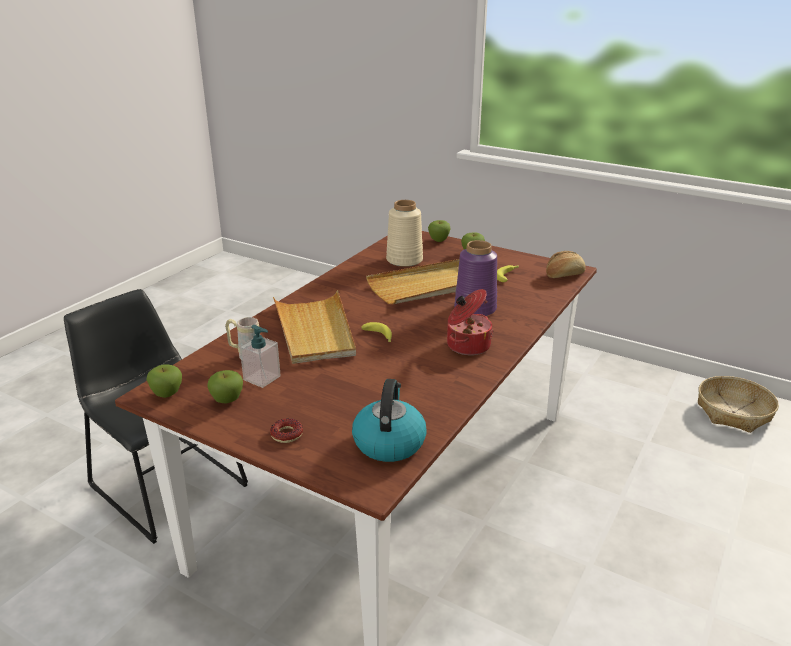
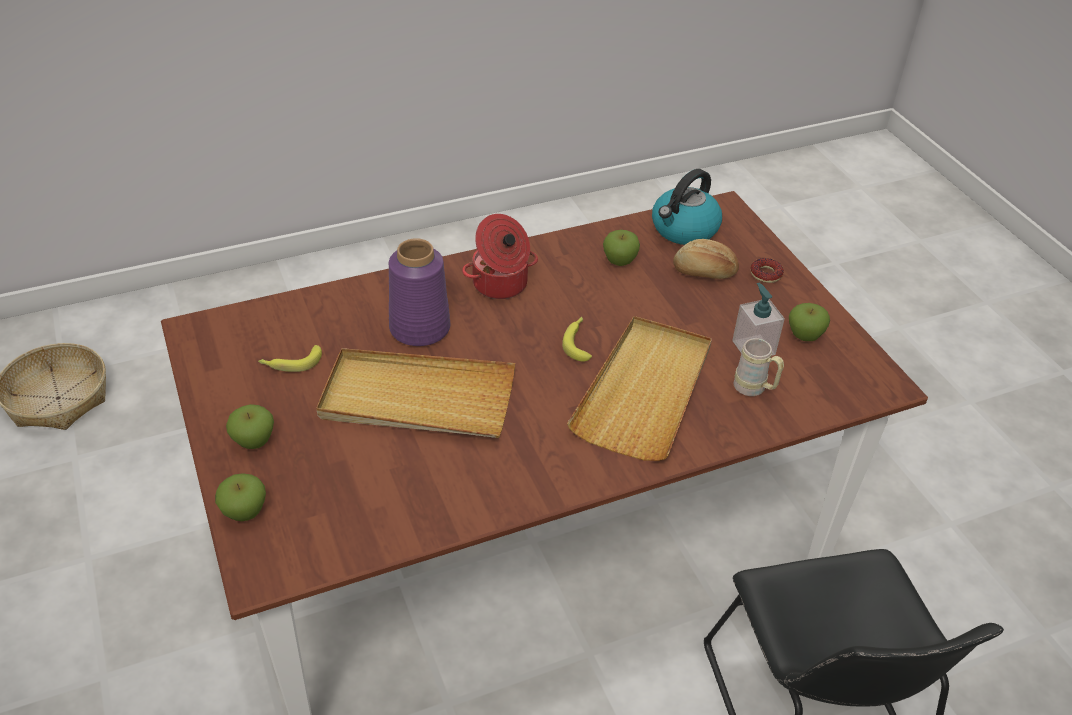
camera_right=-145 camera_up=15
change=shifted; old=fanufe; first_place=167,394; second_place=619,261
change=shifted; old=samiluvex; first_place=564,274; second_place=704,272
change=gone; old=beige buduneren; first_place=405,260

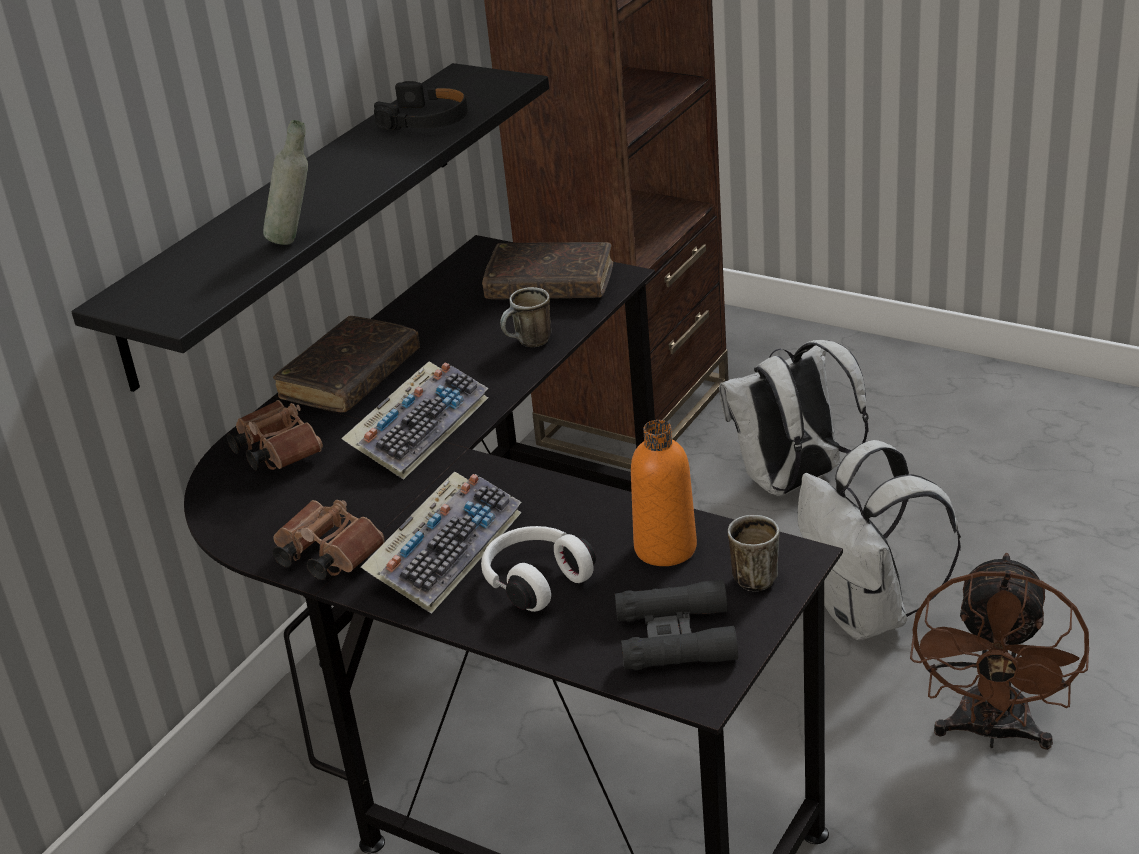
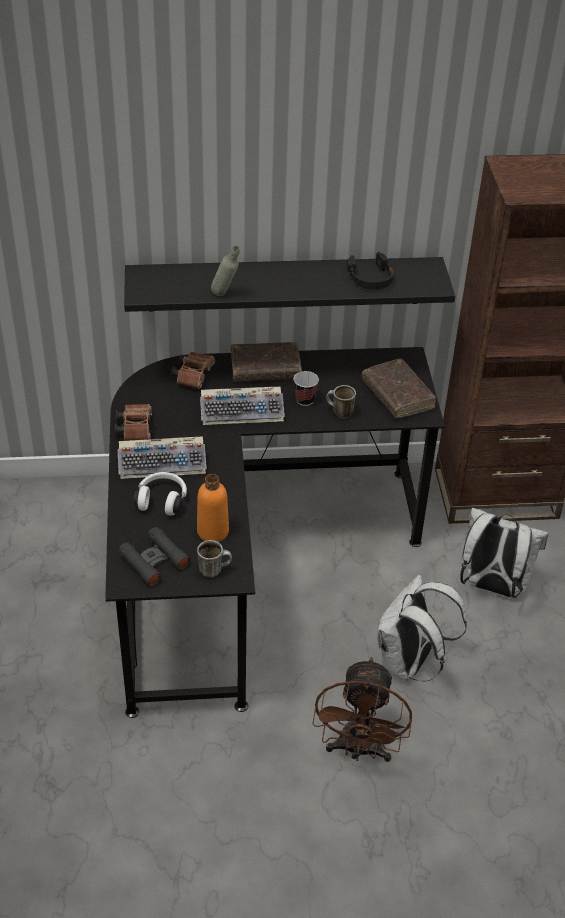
camera_right=50 camera_up=10
change=new; new=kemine; second_place=305,400
change=rotated; old=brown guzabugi; first_place=992,733; second_place=358,750; degrees=-60

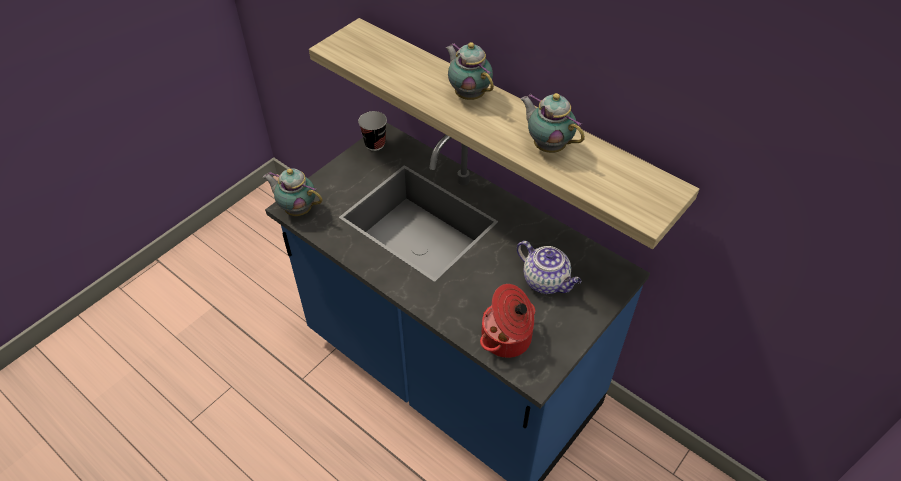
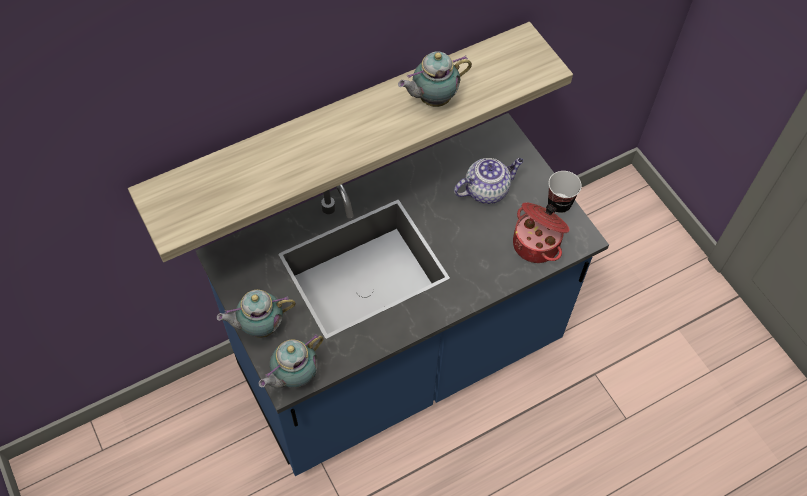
camera_right=-70 camera_up=10
change=shifted; old=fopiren; first_place=468,94; second_place=259,326
change=shifted; old=kemine; first_place=375,144; second_place=559,204

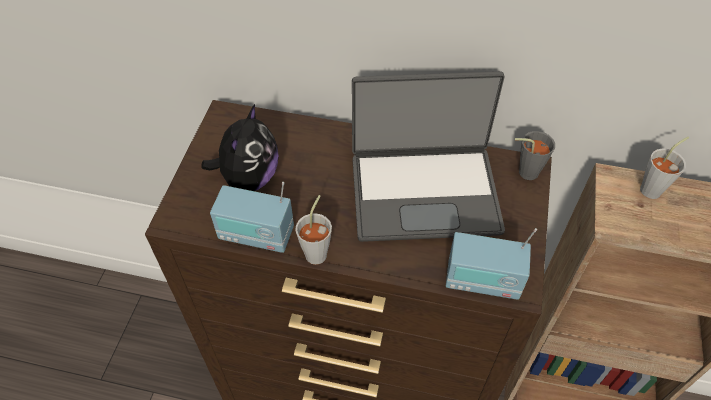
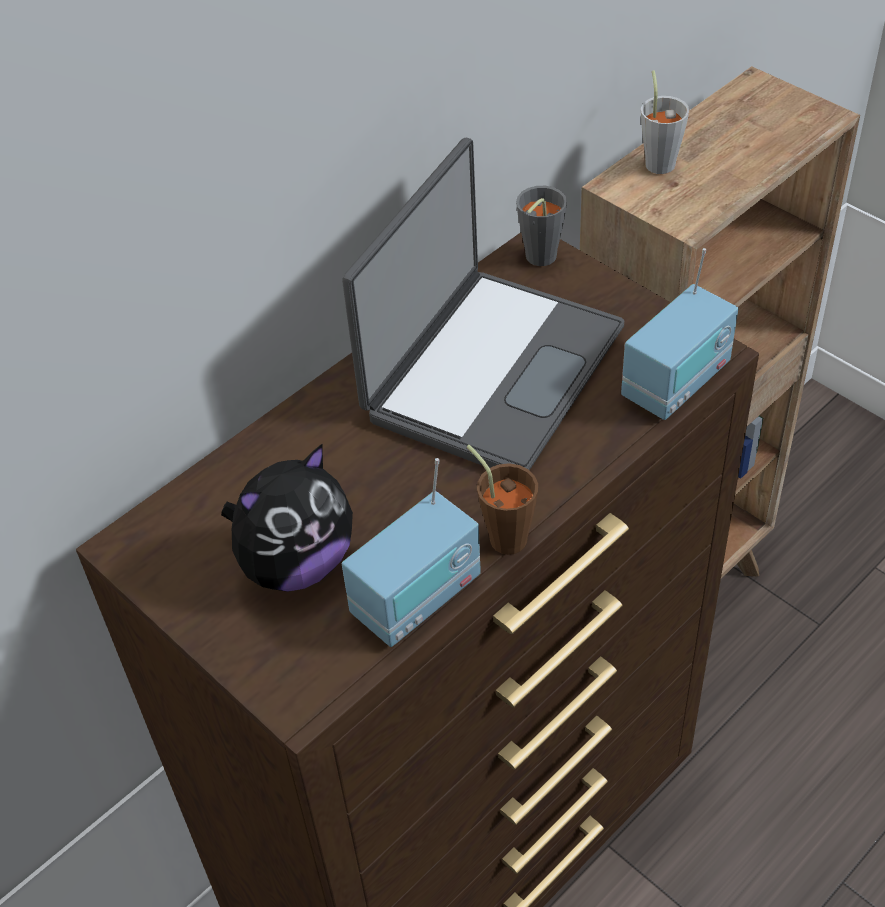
camera_right=-55 camera_up=-5
change=rotated; old=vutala; first_place=249,178; second_place=296,564; degrees=90
change=repainted; old=grey kemine; new=brown kemine; first_place=318,251; second_place=503,534

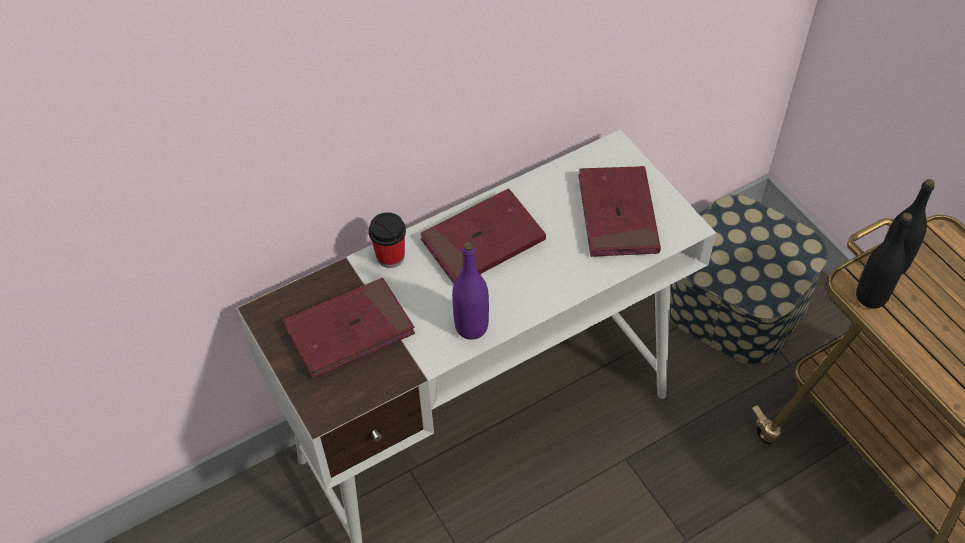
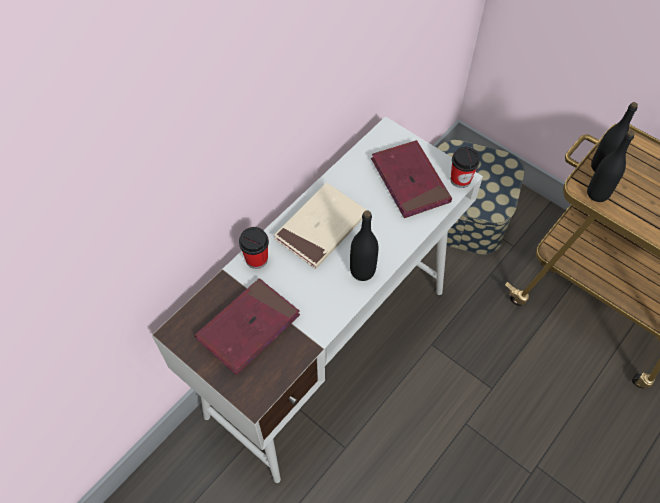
camera_right=-20 camera_up=5
change=repainted; old=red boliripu; new=beige boliripu; first_place=483,241; second_place=321,228
change=new; new=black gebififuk; second_place=362,271
change=new; new=kemine; second_place=460,179
change=gone; old=purple gebififuk; first_place=471,327

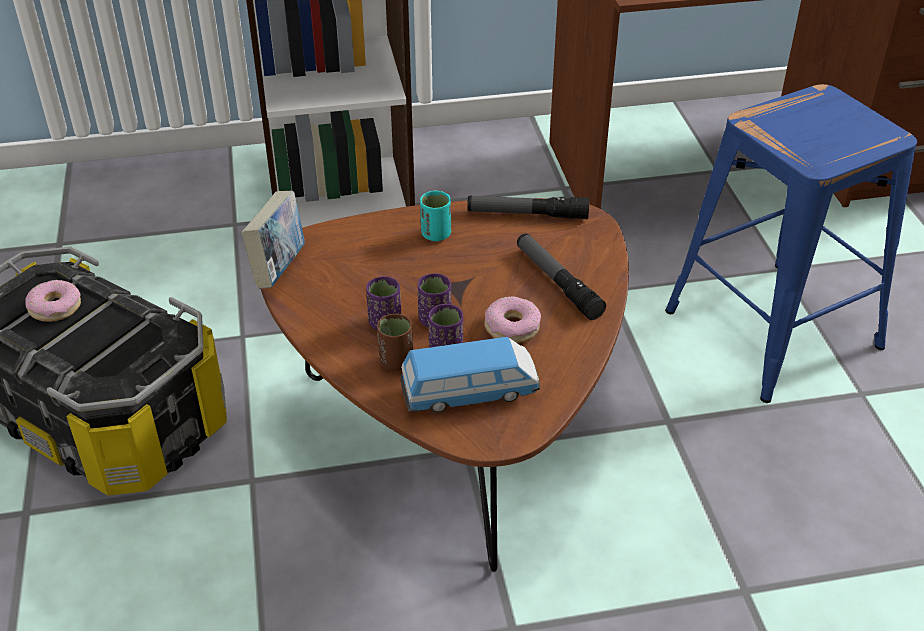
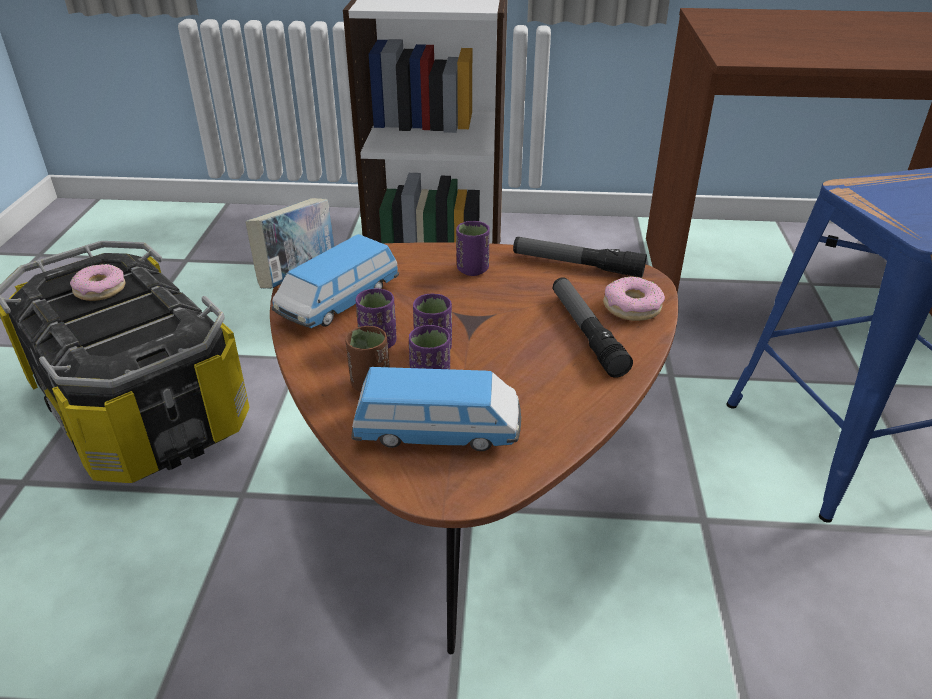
camera_right=15 camera_up=-5
change=new; new=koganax; second_place=338,302
change=repainted; old=turquoise kemine; new=purple kemine; first_place=436,234; second_place=472,270
change=shifted; old=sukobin; first_place=511,327; second_place=631,307

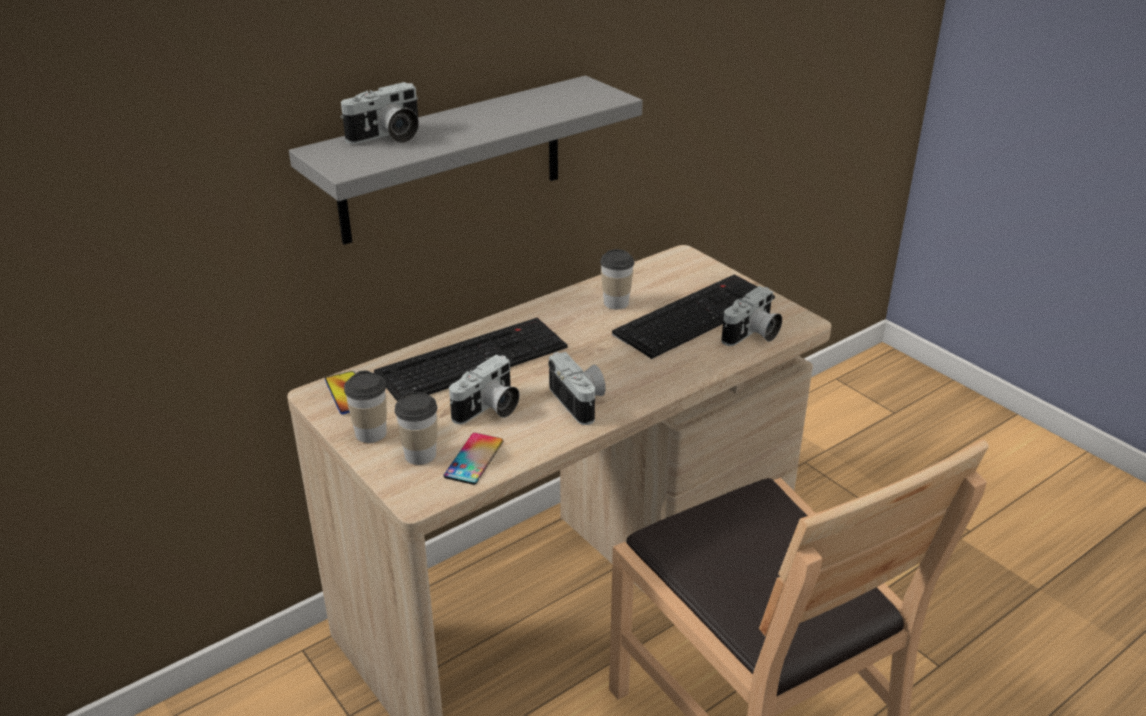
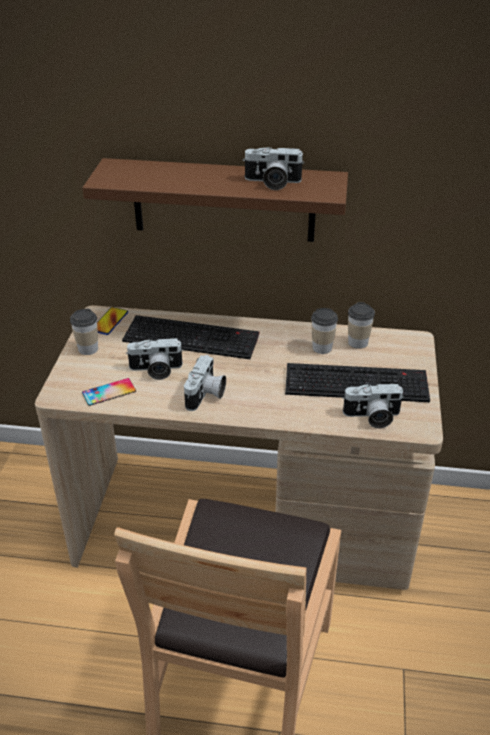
camera_right=45 camera_up=5
change=repainted; old=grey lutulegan; new=brown lutulegan; first_place=452,160; second_place=223,200
change=shifted; old=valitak; first_place=388,137; second_place=272,183
change=shifted; old=kemine; first_place=420,455; second_place=358,342

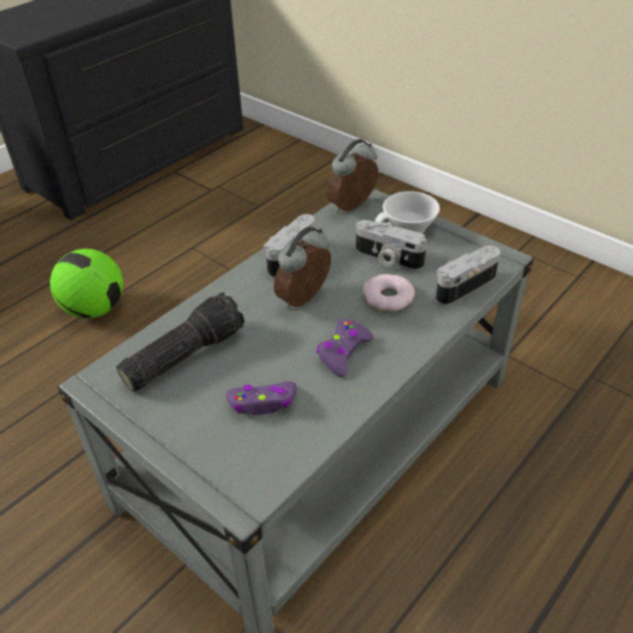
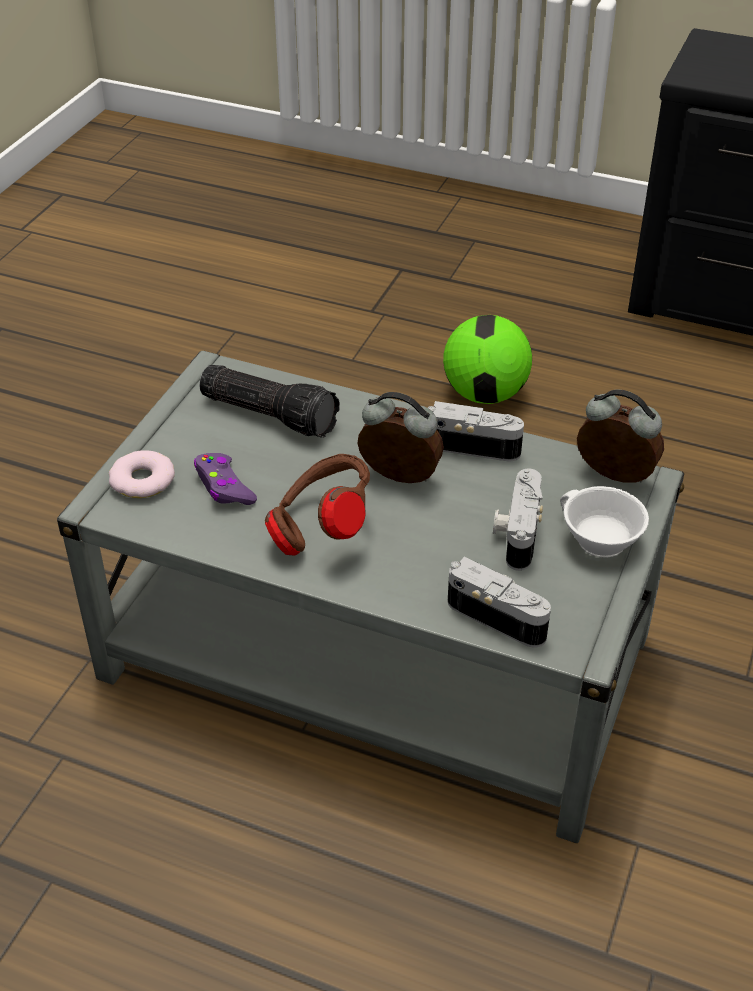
camera_right=70 camera_up=0
change=shifted; old=sukobin; first_place=388,297; second_place=142,480
change=swapped; old=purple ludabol; new=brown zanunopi; first_place=343,352; second_place=322,529

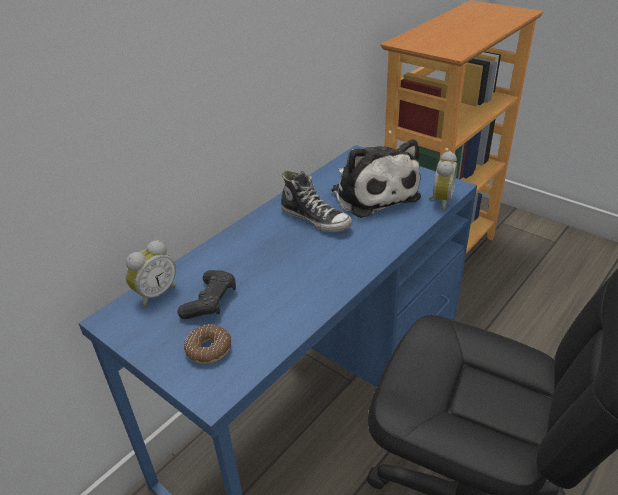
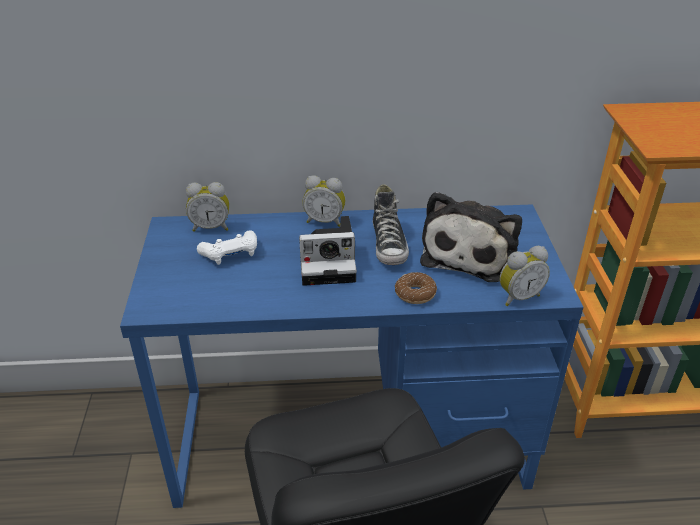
camera_right=45 camera_up=0
change=repainted; old=black ludabol; new=white ludabol; first_place=210,301; second_place=230,254
change=new; new=valitak; second_place=330,262
change=new; new=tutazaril; second_place=325,221
change=shifted; old=sukobin; first_place=209,349; second_place=415,293

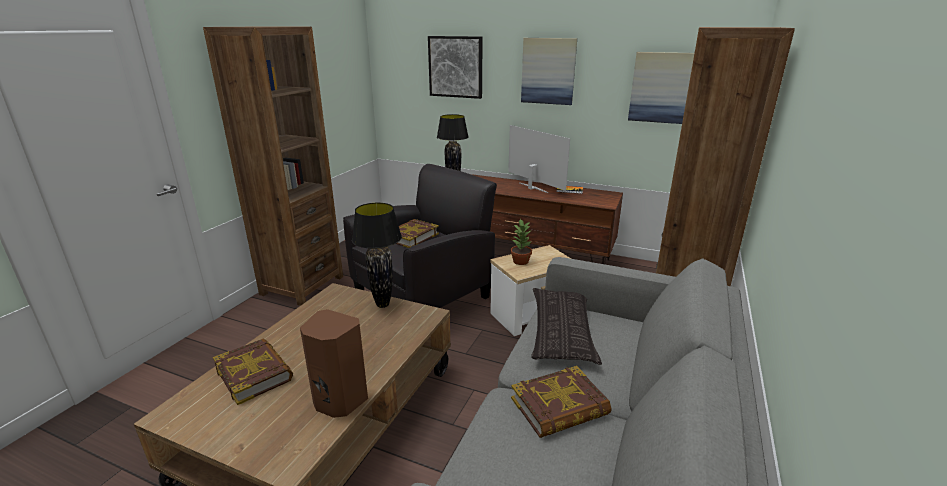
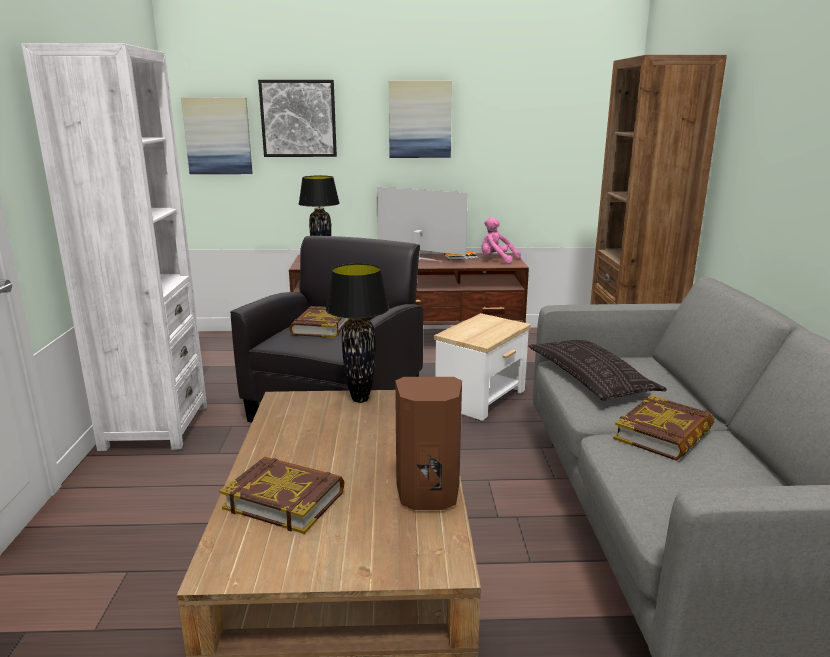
camera_right=-25 camera_up=-5
change=repainted; old=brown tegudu; new=white tegudu; first_place=302,285; second_place=155,427
change=shifted; old=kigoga; first_place=661,87; second_place=218,136
change=new; new=pink vutala; second_place=496,260
change=gone; old=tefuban; first_place=521,261

